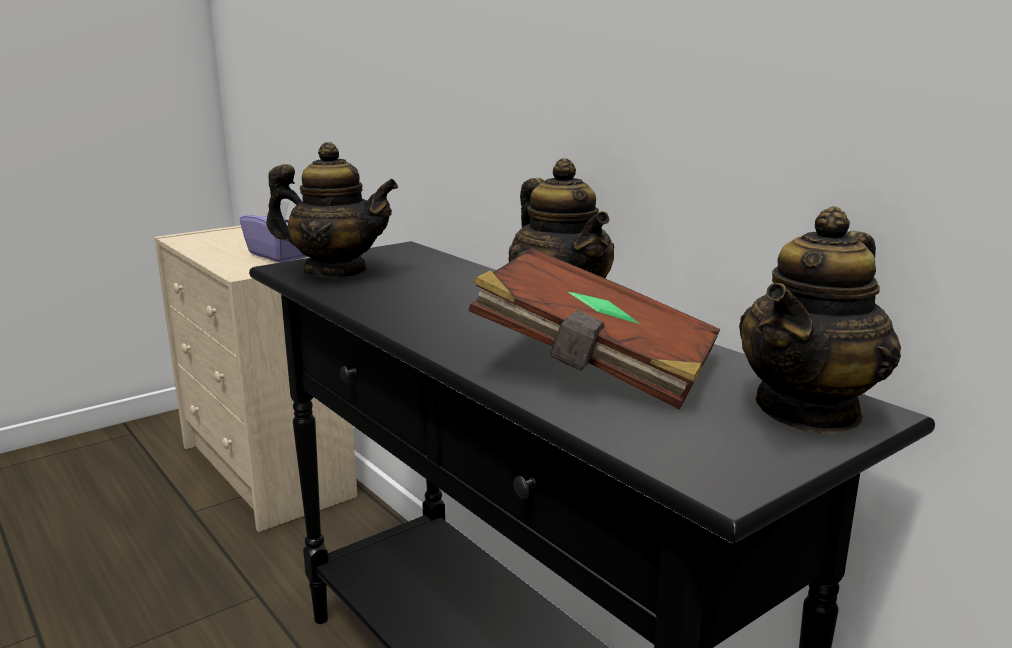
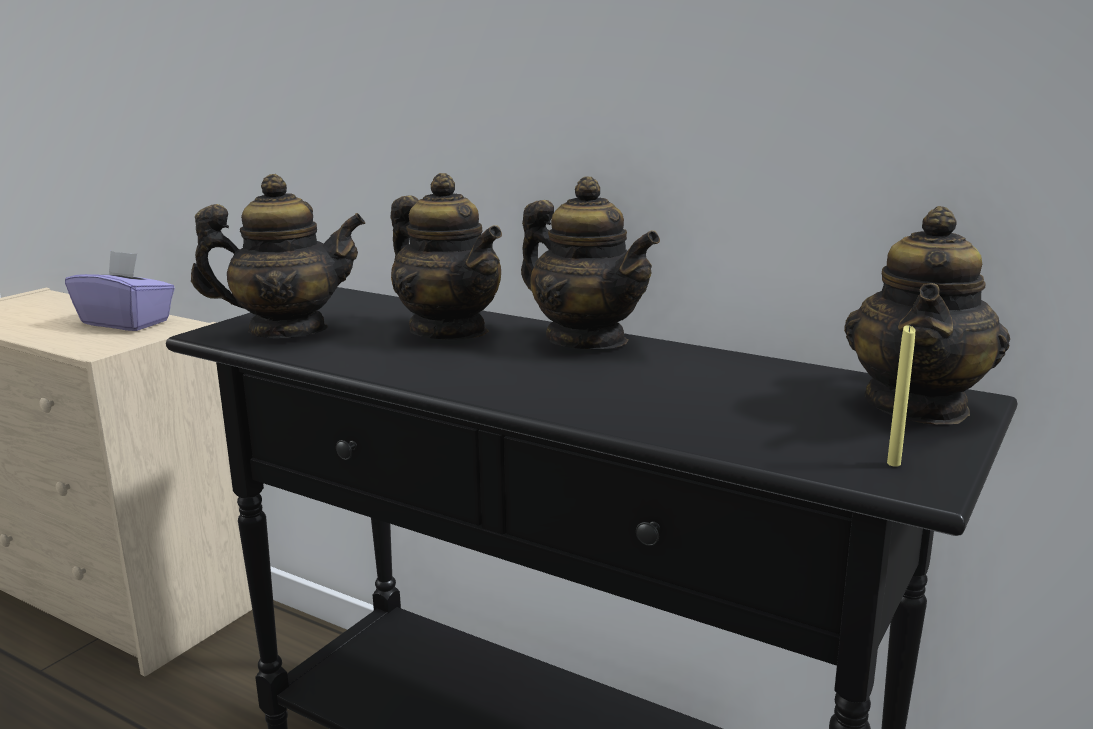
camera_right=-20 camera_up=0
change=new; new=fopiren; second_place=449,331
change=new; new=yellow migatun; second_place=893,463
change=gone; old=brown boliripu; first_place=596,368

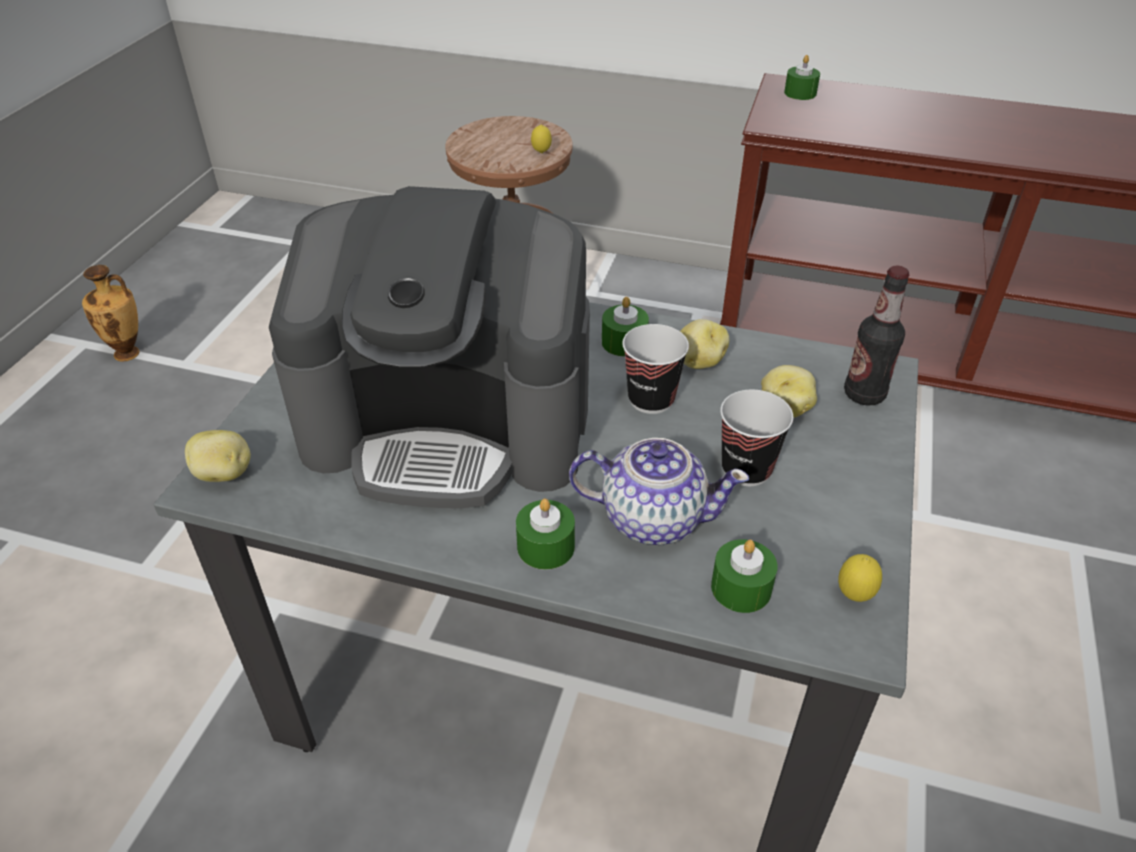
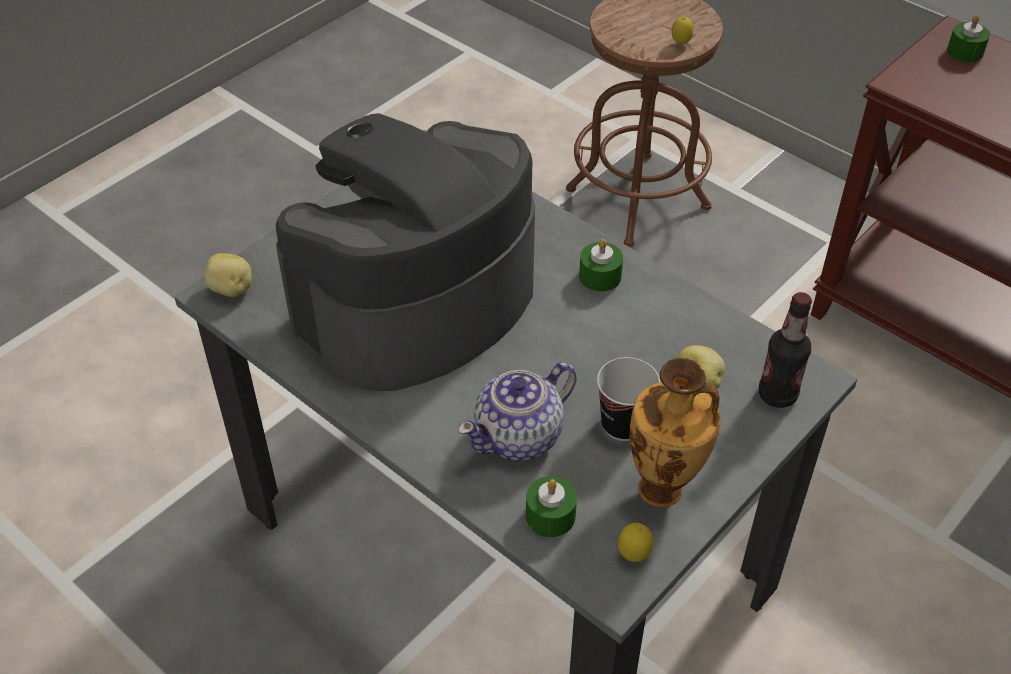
camera_right=25 camera_up=5
change=rotated; old=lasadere; first_place=450,422; second_place=415,303; degrees=105
change=rotated; old=fopiren; first_place=652,517; second_place=520,436; degrees=105
change=shifted; old=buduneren; first_place=129,354; second_place=663,490
change=gone; old=green migatun; first_place=545,546
change=gone; old=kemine; first_place=651,399
change=gone; old=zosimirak; first_place=698,361

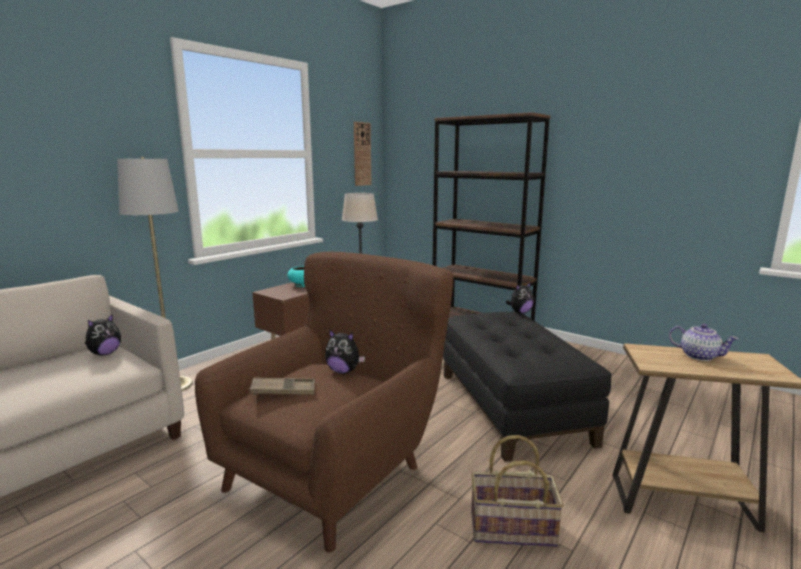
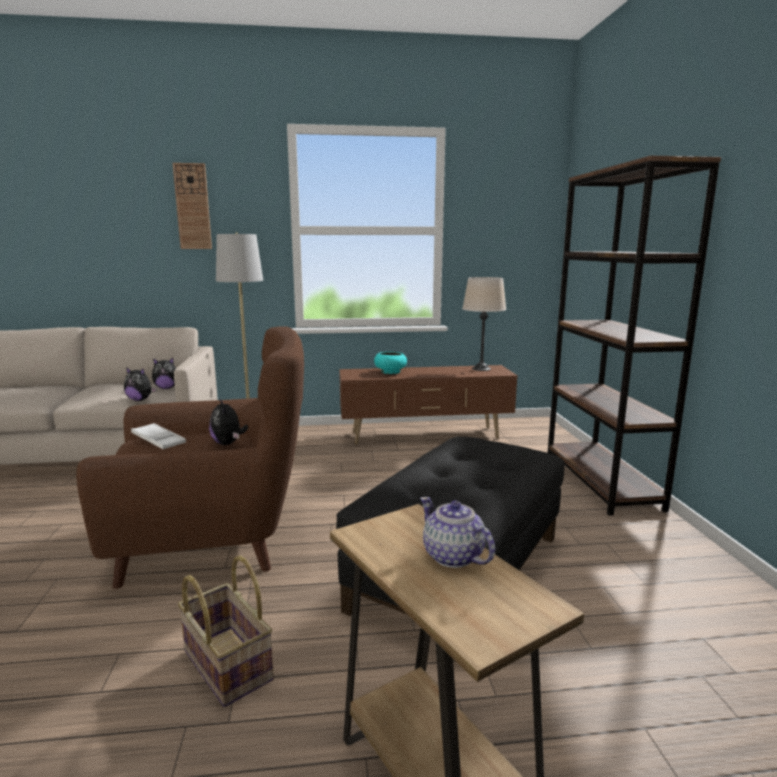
camera_right=45 camera_up=0
change=shifted; old=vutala; first_place=520,312; second_place=140,400
change=repainted; old=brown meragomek; new=white meragomek; first_place=283,391; second_place=158,440
change=shifted; old=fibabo; first_place=362,154; second_place=193,207
change=rotated; old=fopiren; first_place=698,356; second_place=453,557; degrees=150

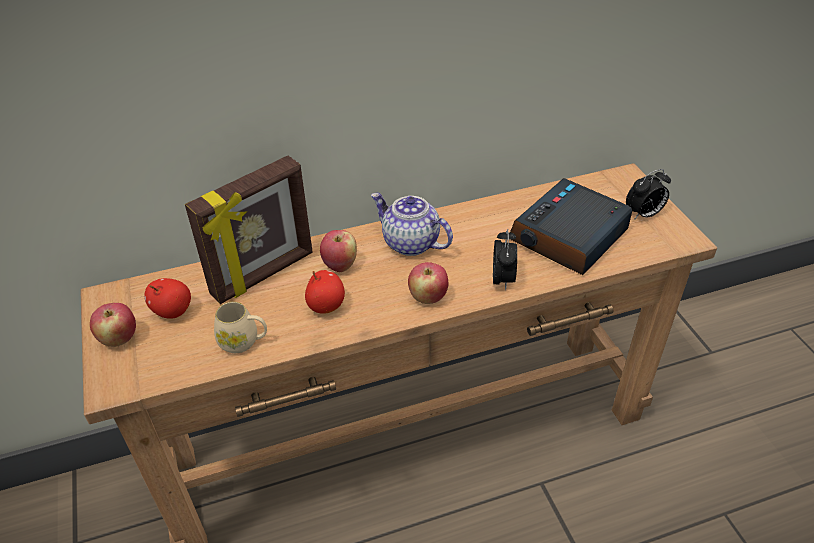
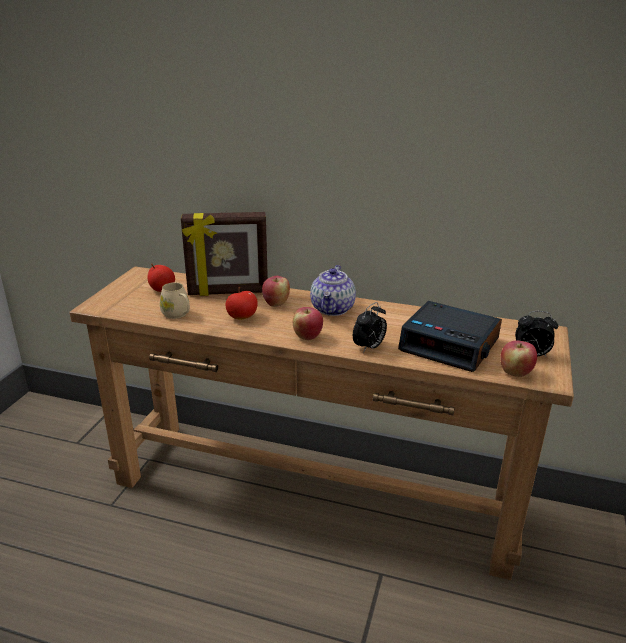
camera_right=35 camera_up=-15
change=rotated; old=fopiren; first_place=410,243; second_place=333,309; degrees=-150
change=rotated; old=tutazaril; first_place=568,237; second_place=450,345; degrees=-135
change=shifted; old=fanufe; first_place=119,339; second_place=515,373

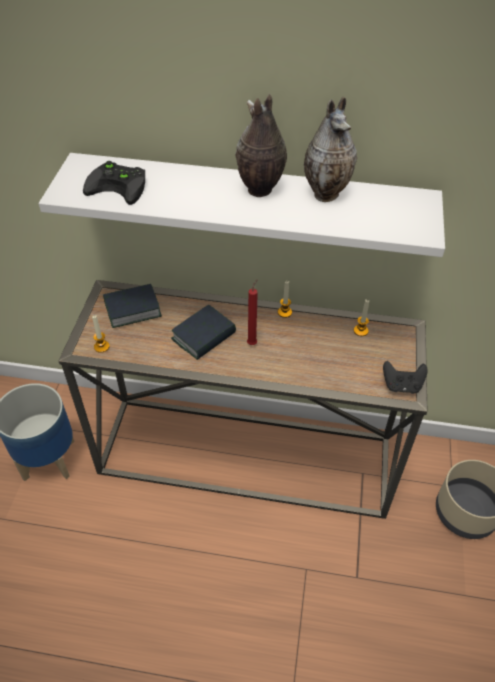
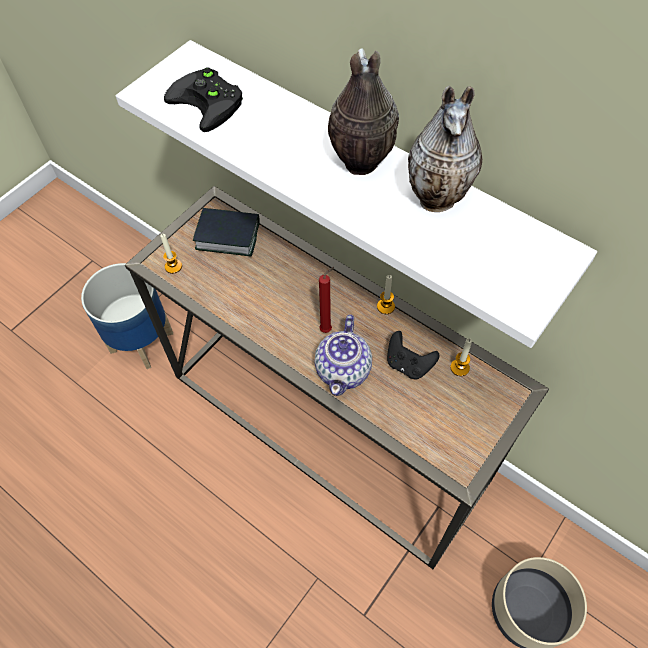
camera_right=30 camera_up=10
change=new; new=fopiren; second_place=344,370
change=shifted; old=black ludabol; first_place=402,385; second_place=408,364
change=gone; old=boliripu; first_place=204,336

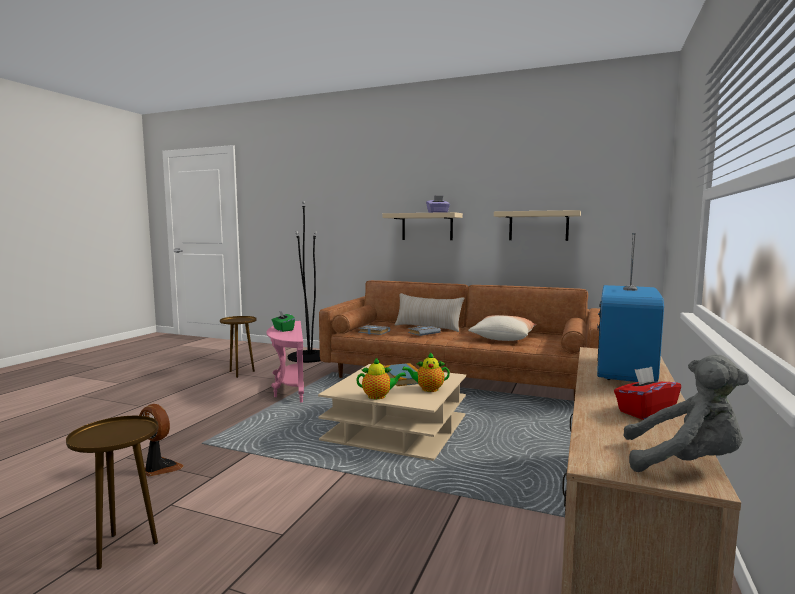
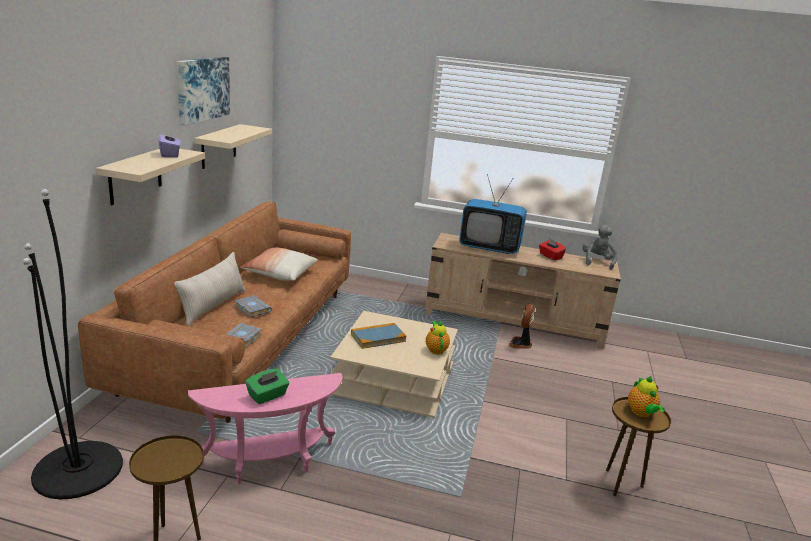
camera_right=-100 camera_up=15
change=new; new=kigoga; second_place=202,89
change=shifted; old=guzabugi; first_place=159,469; second_place=521,344
change=shifted; old=fopiren; first_place=428,389; second_place=641,413

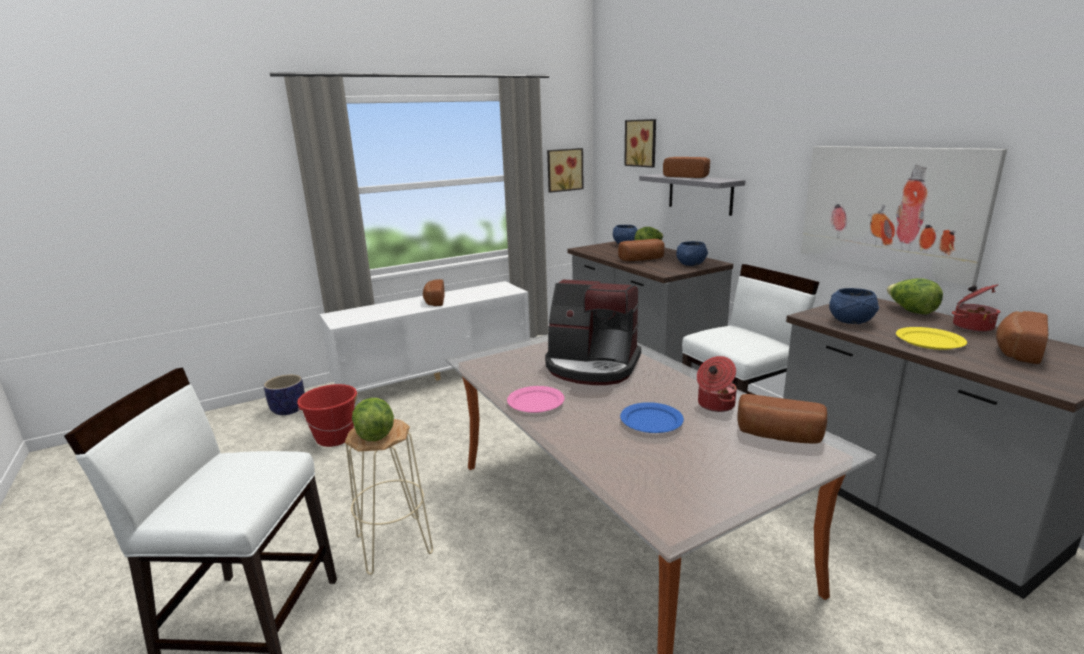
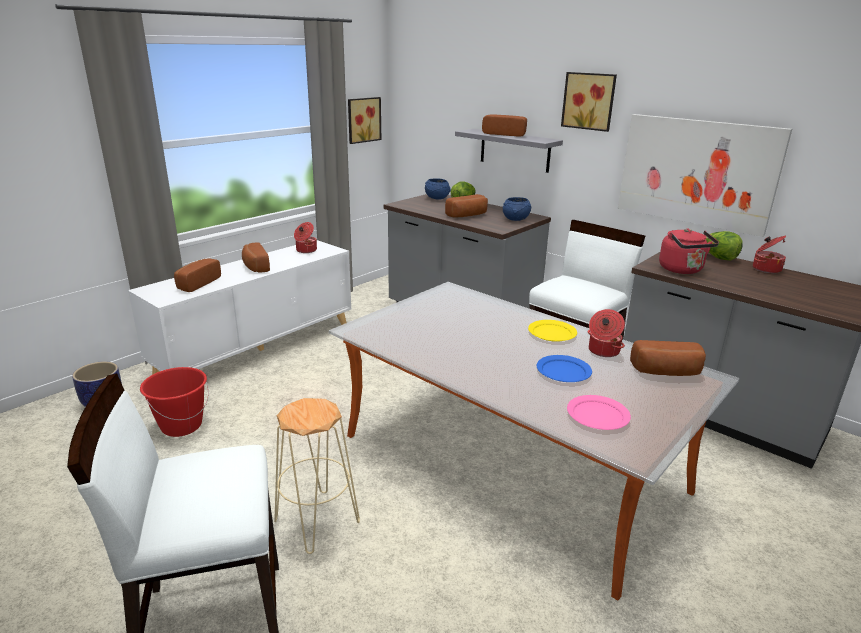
camera_right=-20 camera_up=5
change=shifted; old=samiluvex; first_place=1016,350; second_place=196,284
change=new; new=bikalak; second_place=306,250
change=shifted; old=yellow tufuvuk; first_place=929,341; second_place=552,333
change=shifted; old=kigoga; first_place=642,143; second_place=589,101
change=shifted; old=pink tufuvuk; first_place=536,402; second_place=598,415
change=swapped; old=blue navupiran; new=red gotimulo; first_place=850,321; second_place=682,270
change=gone; old=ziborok; first_place=375,433
change=gone; old=lasadere; first_place=592,366

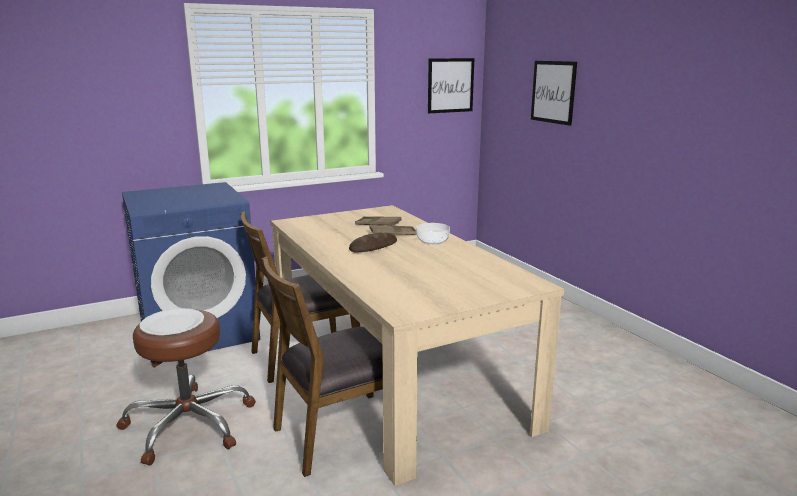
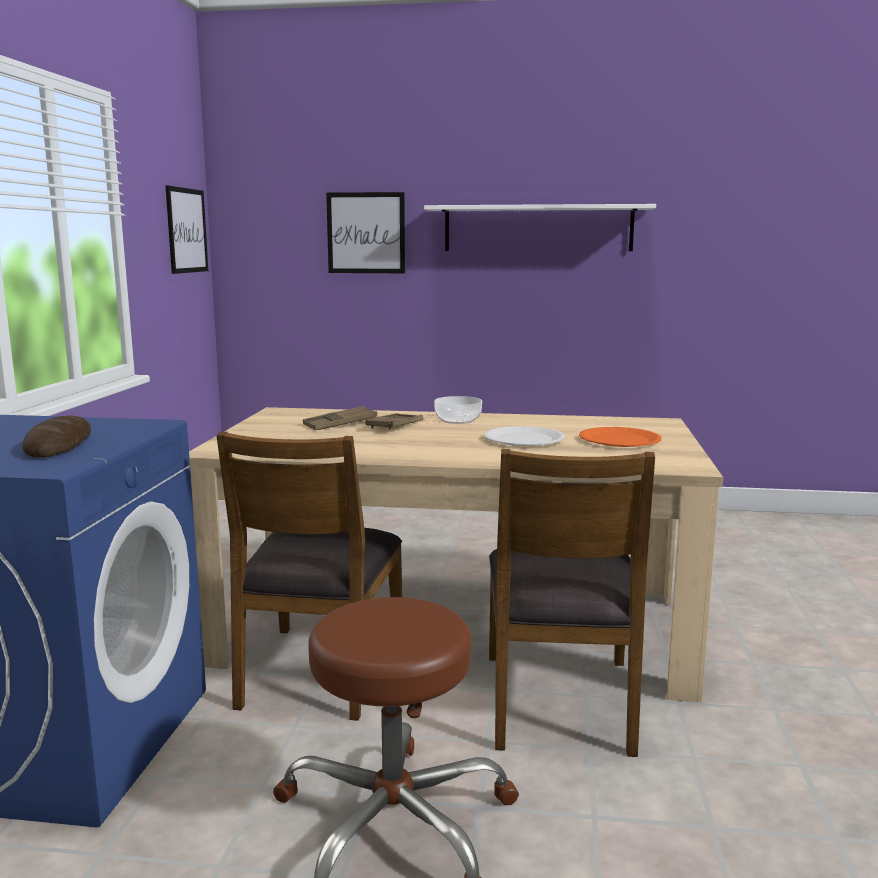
camera_right=-55 camera_up=-5
change=shifted; old=samiluvex; first_place=373,246; second_place=59,445
change=new; new=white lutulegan; second_place=538,228
change=shifted; old=white tufuvuk; first_place=173,324; second_place=524,439
change=new; new=orange tufuvuk; second_place=619,440

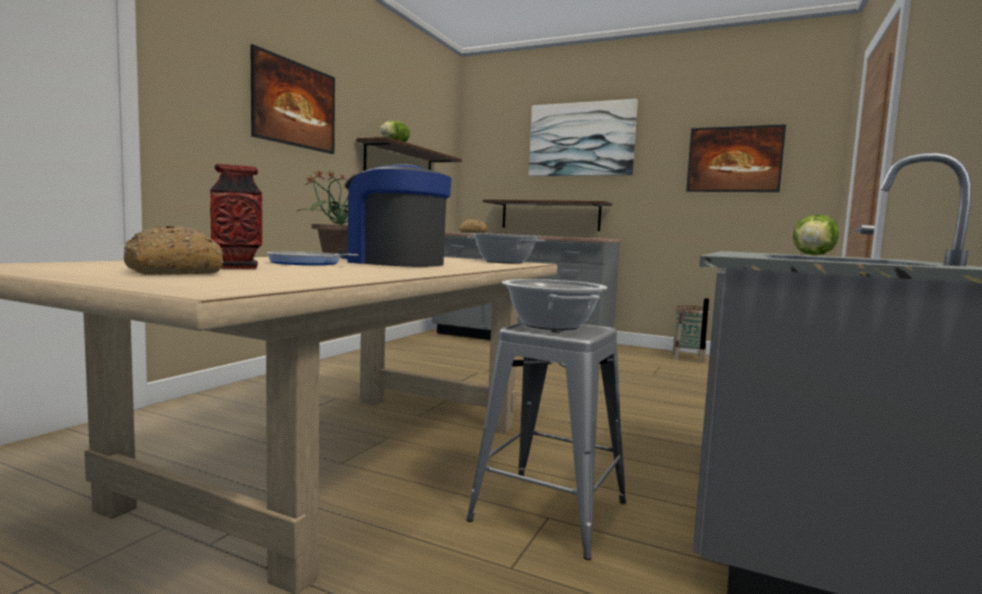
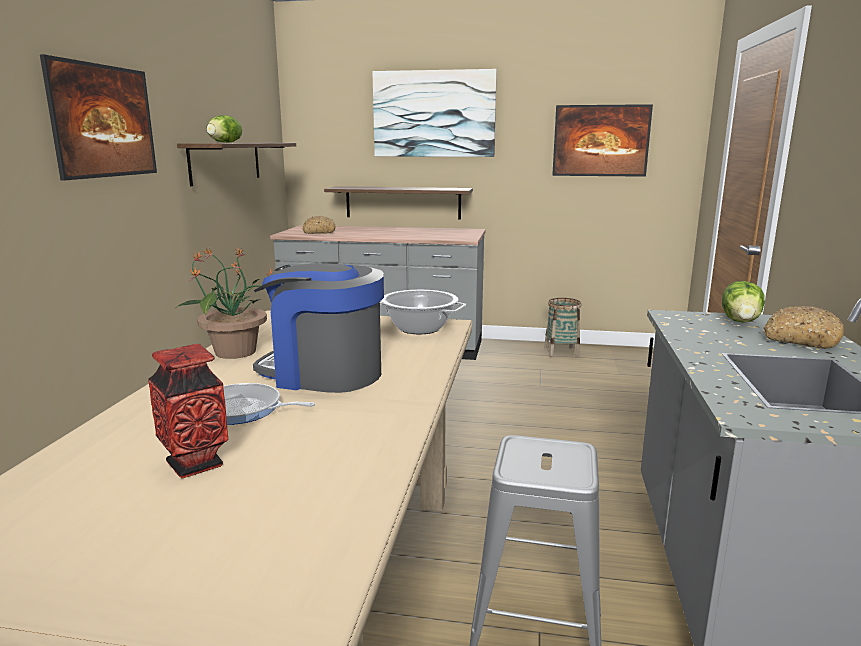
camera_right=-15 camera_up=10
change=shifted; old=samiluvex; first_place=171,272; second_place=801,339
change=gone; old=bikalak; first_place=551,325

